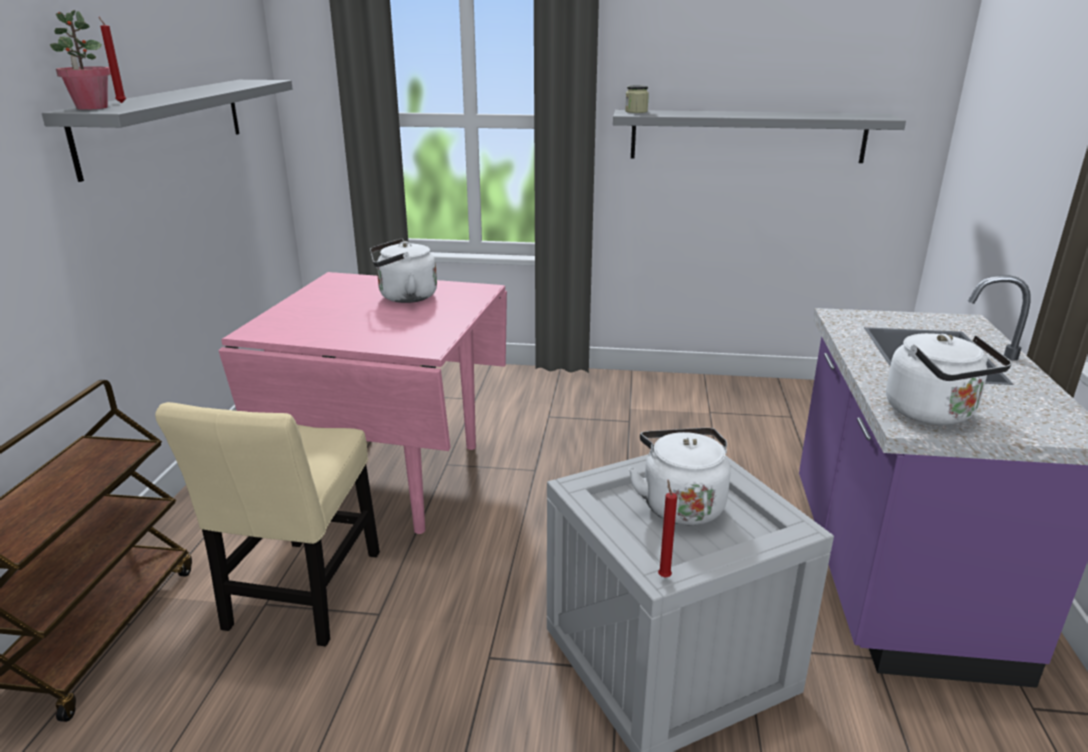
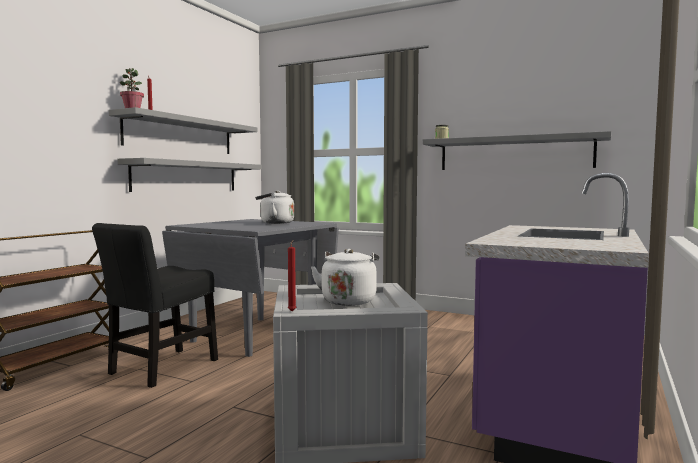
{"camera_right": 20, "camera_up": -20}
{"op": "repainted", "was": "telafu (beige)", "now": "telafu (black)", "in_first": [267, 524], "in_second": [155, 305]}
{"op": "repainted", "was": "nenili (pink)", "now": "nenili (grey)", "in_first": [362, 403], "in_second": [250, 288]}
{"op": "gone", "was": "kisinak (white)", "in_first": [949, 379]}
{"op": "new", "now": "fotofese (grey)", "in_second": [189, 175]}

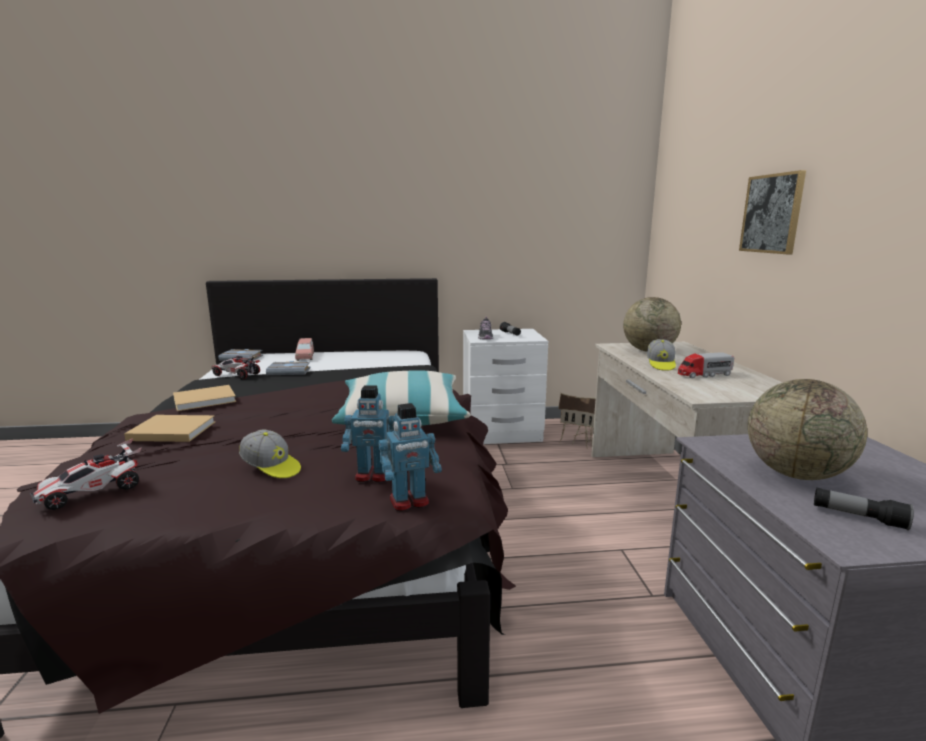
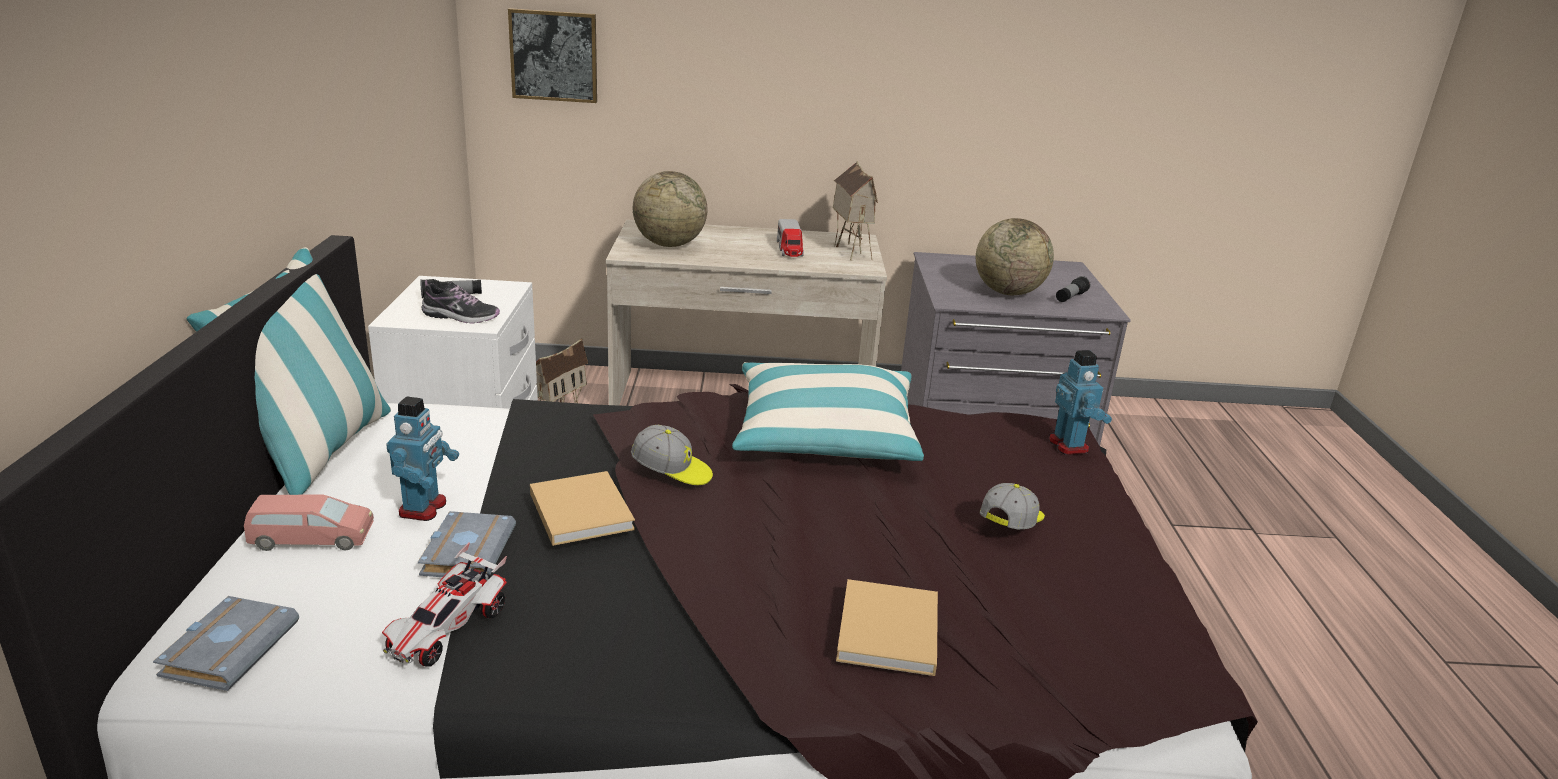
{"camera_right": -85, "camera_up": 10}
{"op": "gone", "was": "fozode", "in_first": [86, 474]}
{"op": "shifted", "was": "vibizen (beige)", "in_first": [204, 398], "in_second": [582, 508]}
{"op": "shifted", "was": "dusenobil", "in_first": [368, 434], "in_second": [422, 458]}
{"op": "shifted", "was": "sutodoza", "in_first": [661, 355], "in_second": [672, 455]}
{"op": "shifted", "was": "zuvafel", "in_first": [772, 212], "in_second": [552, 55]}
{"op": "new", "now": "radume", "in_second": [288, 371]}
{"op": "new", "now": "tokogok", "in_second": [855, 211]}

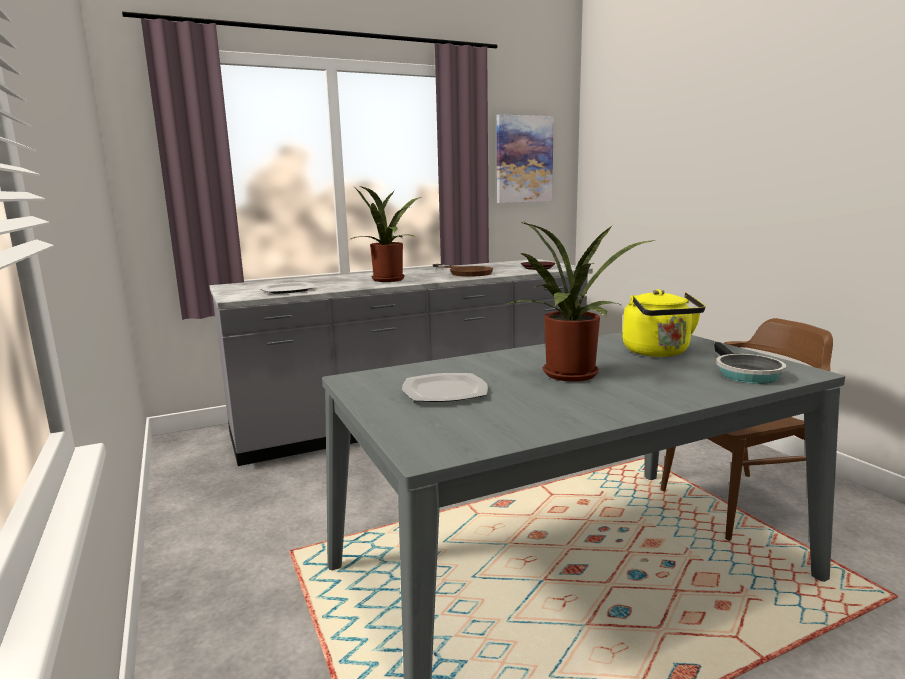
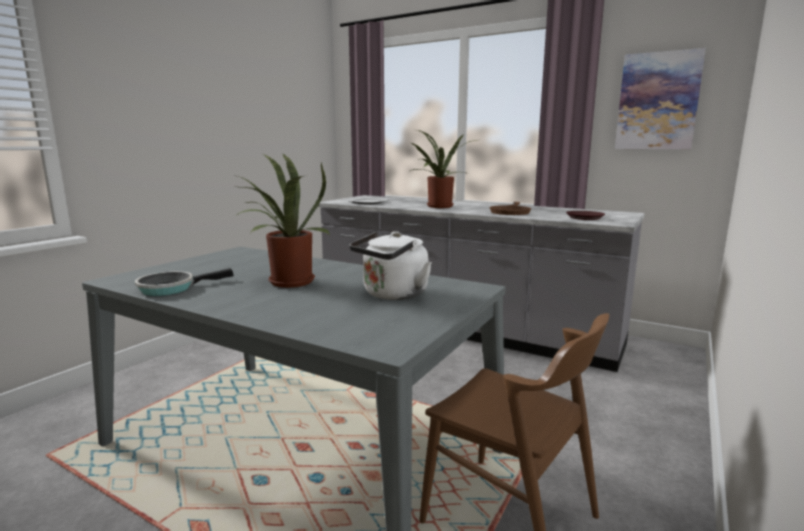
{"camera_right": 55, "camera_up": 0}
{"op": "gone", "was": "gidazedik", "in_first": [445, 387]}
{"op": "repainted", "was": "kisinak (yellow)", "now": "kisinak (white)", "in_first": [664, 323], "in_second": [390, 265]}
{"op": "shifted", "was": "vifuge", "in_first": [750, 363], "in_second": [184, 282]}

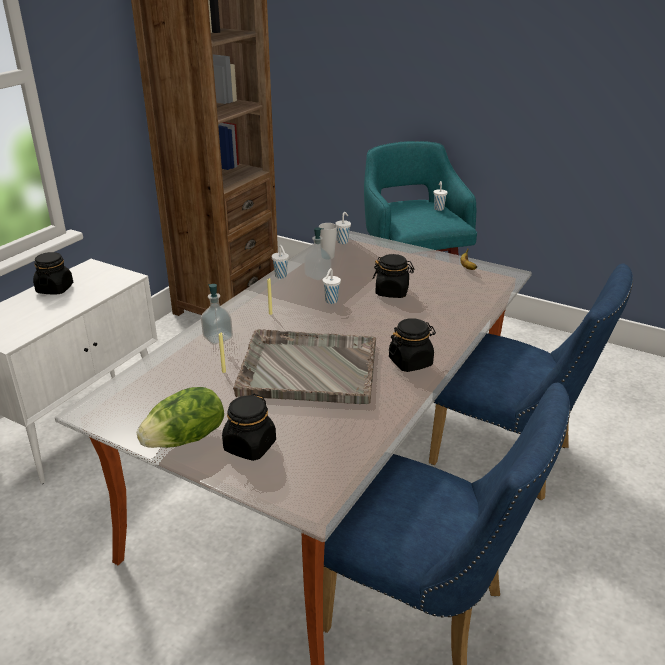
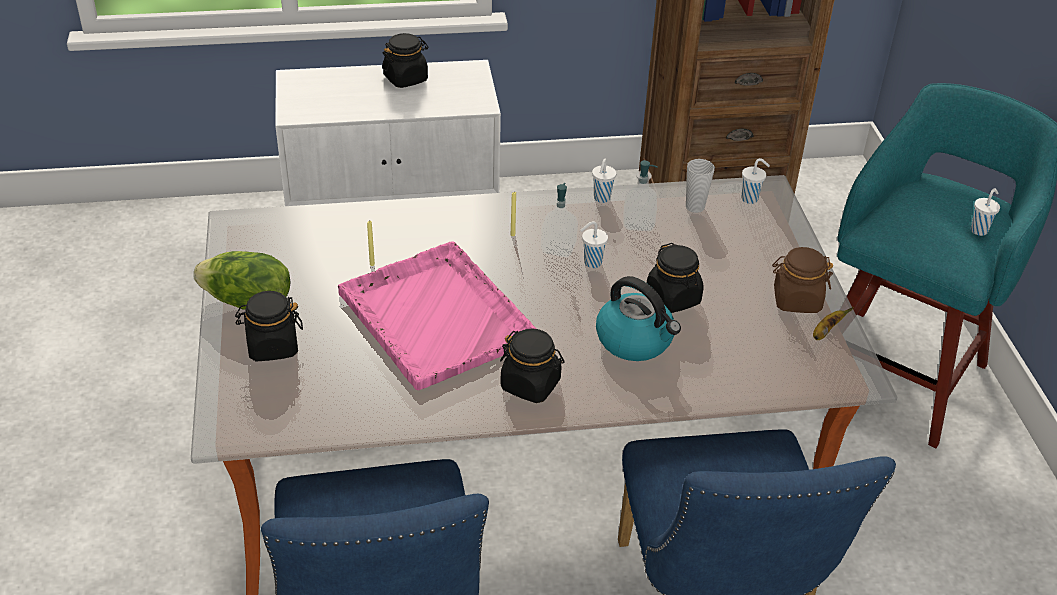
{"camera_right": 50, "camera_up": 10}
{"op": "shifted", "was": "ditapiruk", "in_first": [217, 314], "in_second": [559, 220]}
{"op": "repainted", "was": "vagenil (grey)", "now": "vagenil (pink)", "in_first": [304, 366], "in_second": [437, 315]}
{"op": "new", "now": "kisinak", "in_second": [638, 318]}
{"op": "new", "now": "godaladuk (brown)", "in_second": [802, 280]}

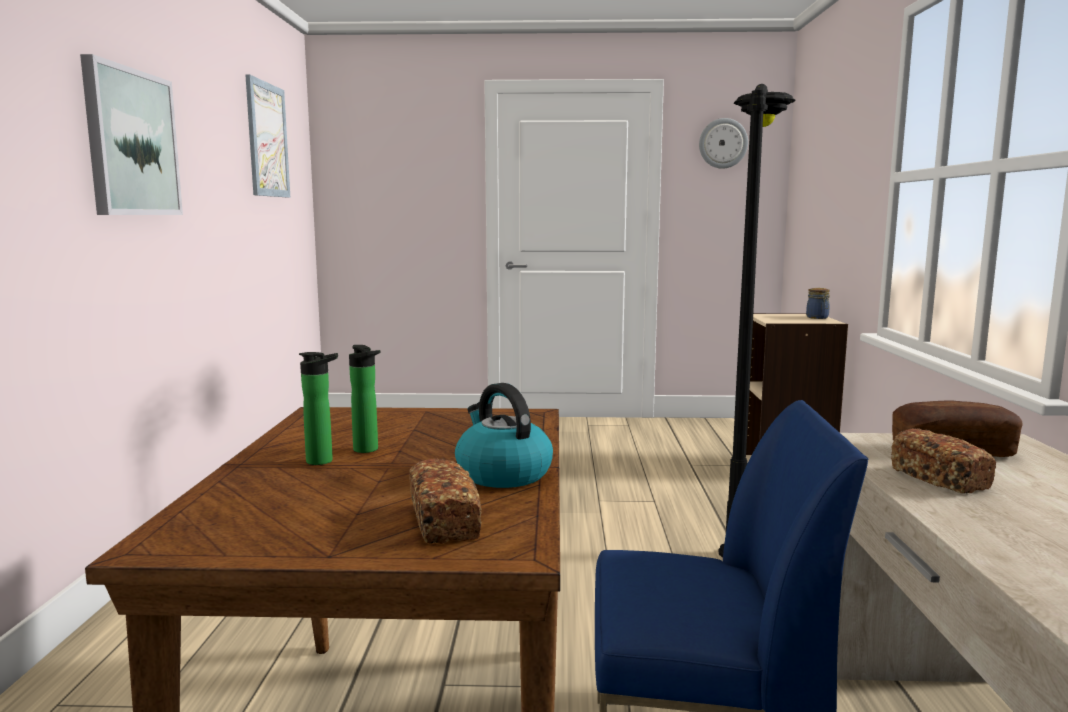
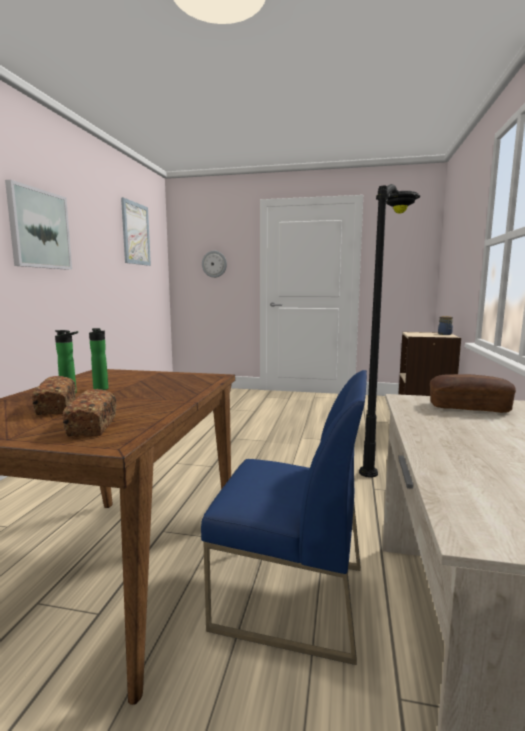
{"camera_right": 10, "camera_up": 0}
{"op": "gone", "was": "kisinak", "in_first": [504, 435]}
{"op": "shifted", "was": "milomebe", "in_first": [723, 143], "in_second": [214, 264]}
{"op": "shifted", "was": "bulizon", "in_first": [943, 460], "in_second": [54, 395]}

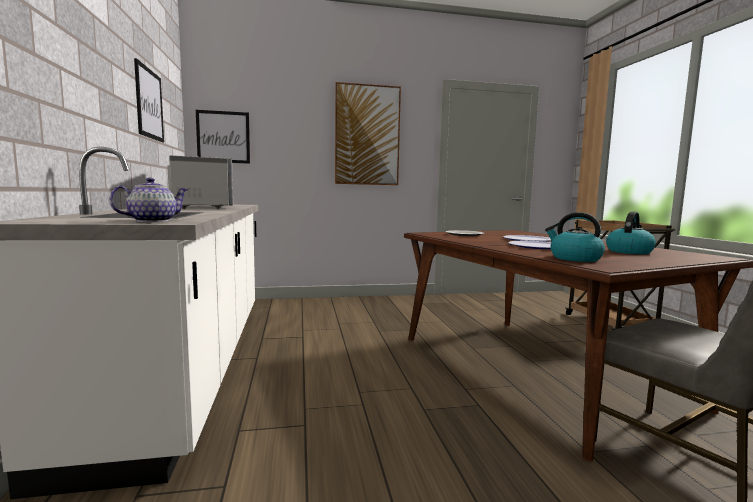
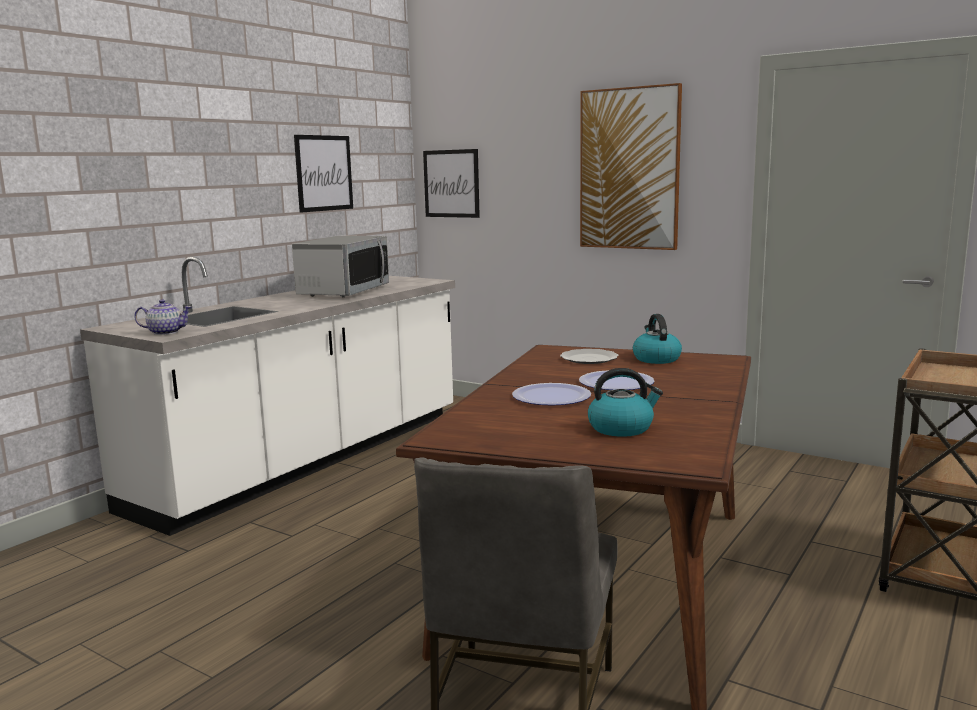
{"camera_right": 45, "camera_up": 5}
{"op": "shifted", "was": "kisinak", "in_first": [575, 237], "in_second": [657, 339]}

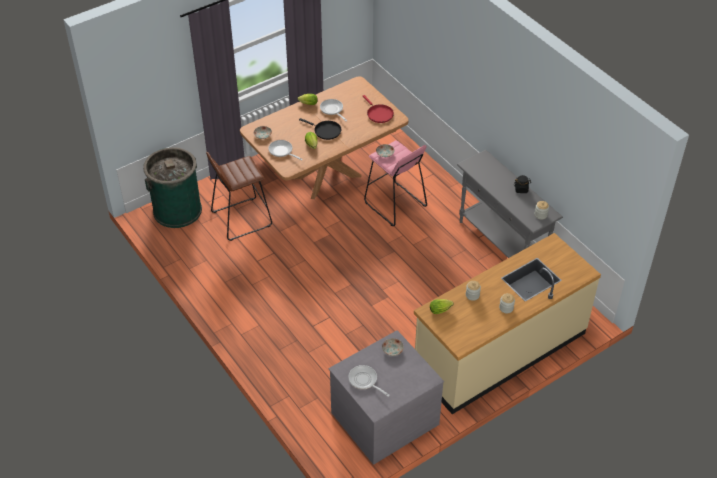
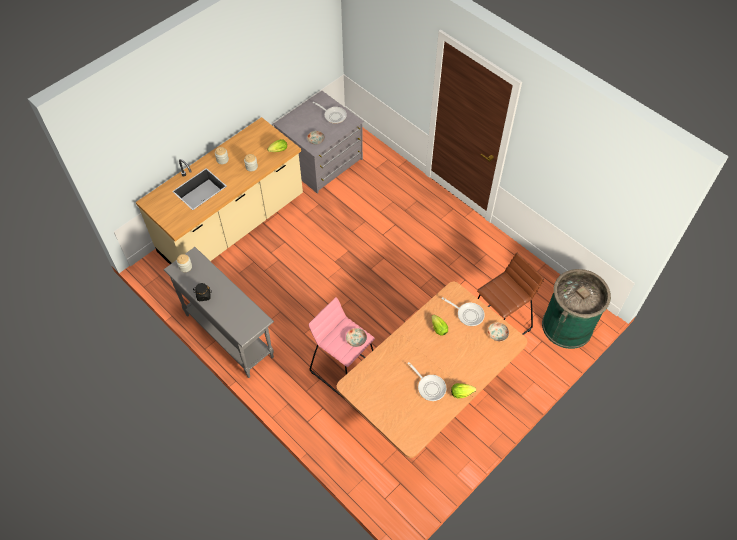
{"camera_right": 170, "camera_up": 10}
{"op": "gone", "was": "vifuge (black)", "in_first": [320, 129]}
{"op": "gone", "was": "vifuge (red)", "in_first": [378, 109]}

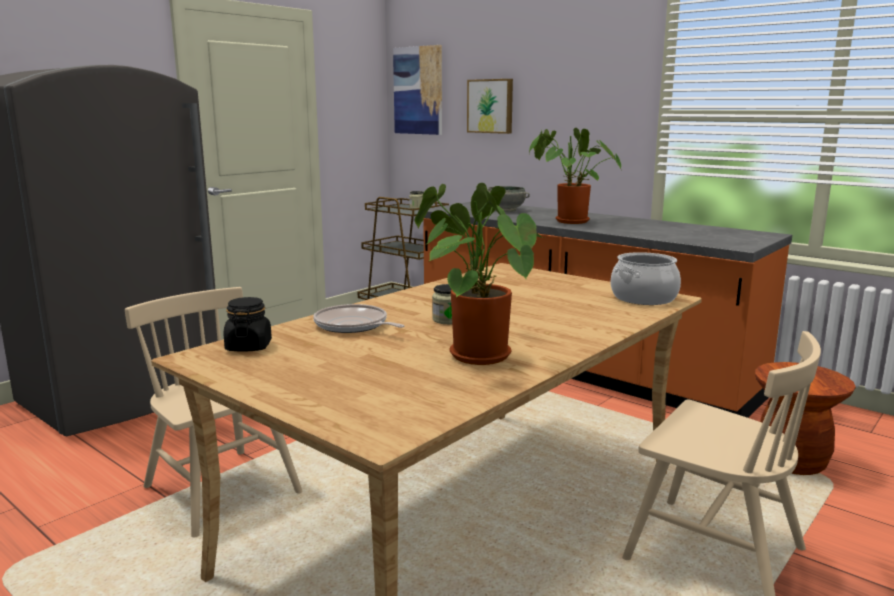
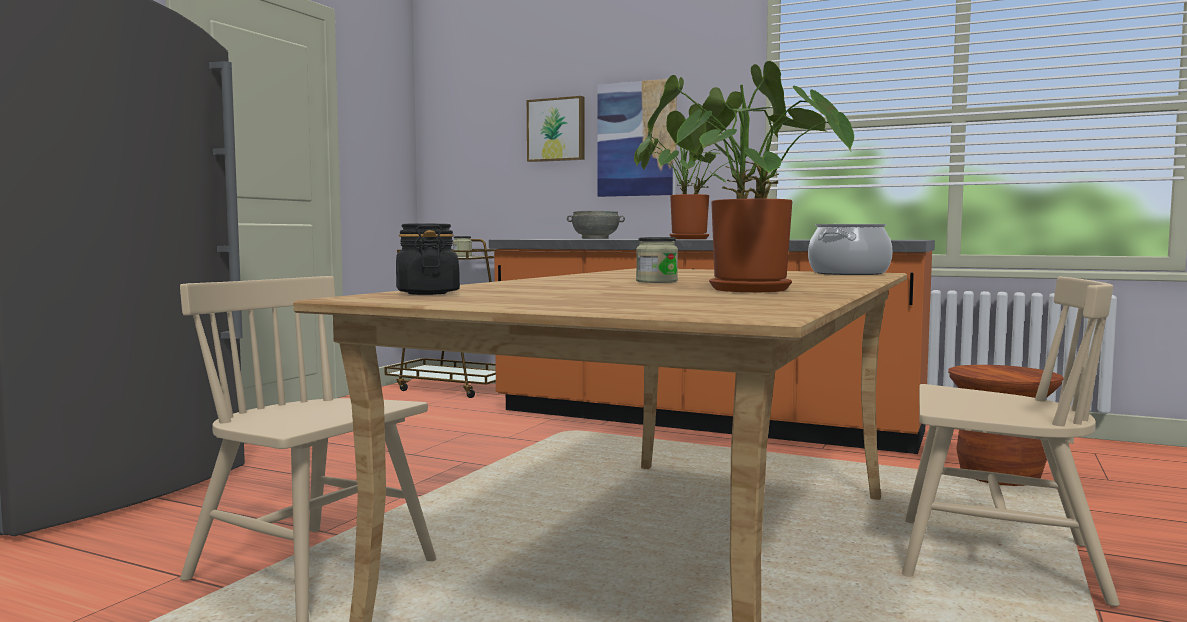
{"camera_right": -15, "camera_up": -10}
{"op": "gone", "was": "vifuge", "in_first": [358, 318]}
{"op": "shifted", "was": "zuvafel", "in_first": [417, 90], "in_second": [637, 138]}

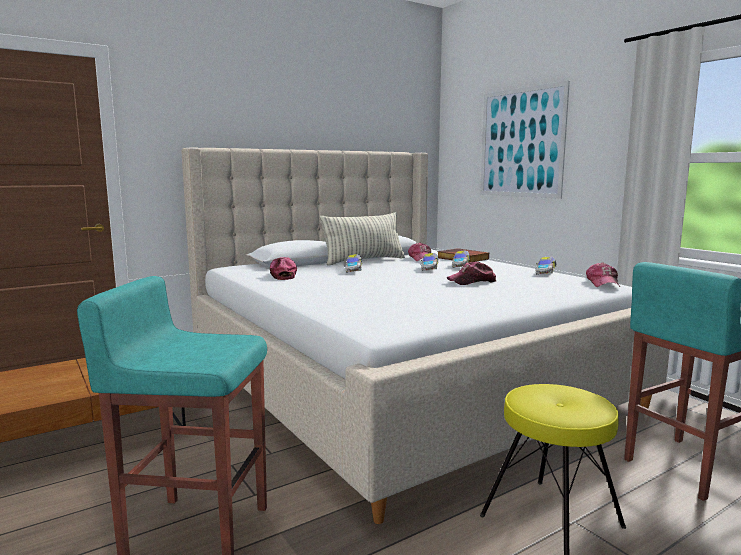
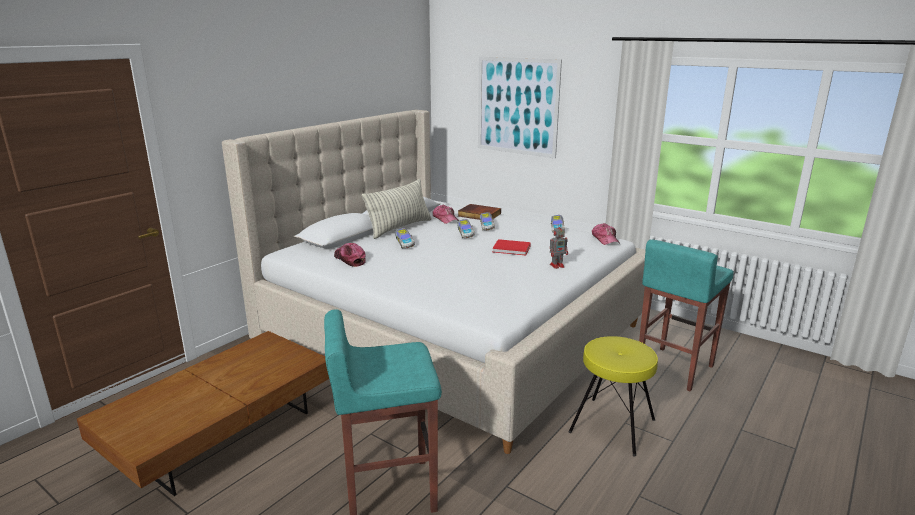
{"camera_right": -20, "camera_up": 10}
{"op": "swapped", "was": "sutodoza", "now": "vibizen (red)", "in_first": [471, 273], "in_second": [511, 247]}
{"op": "new", "now": "dusenobil", "in_second": [559, 246]}

